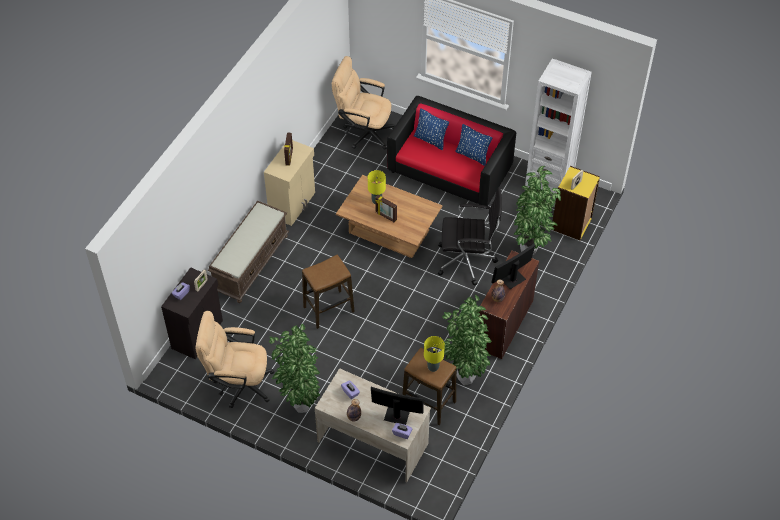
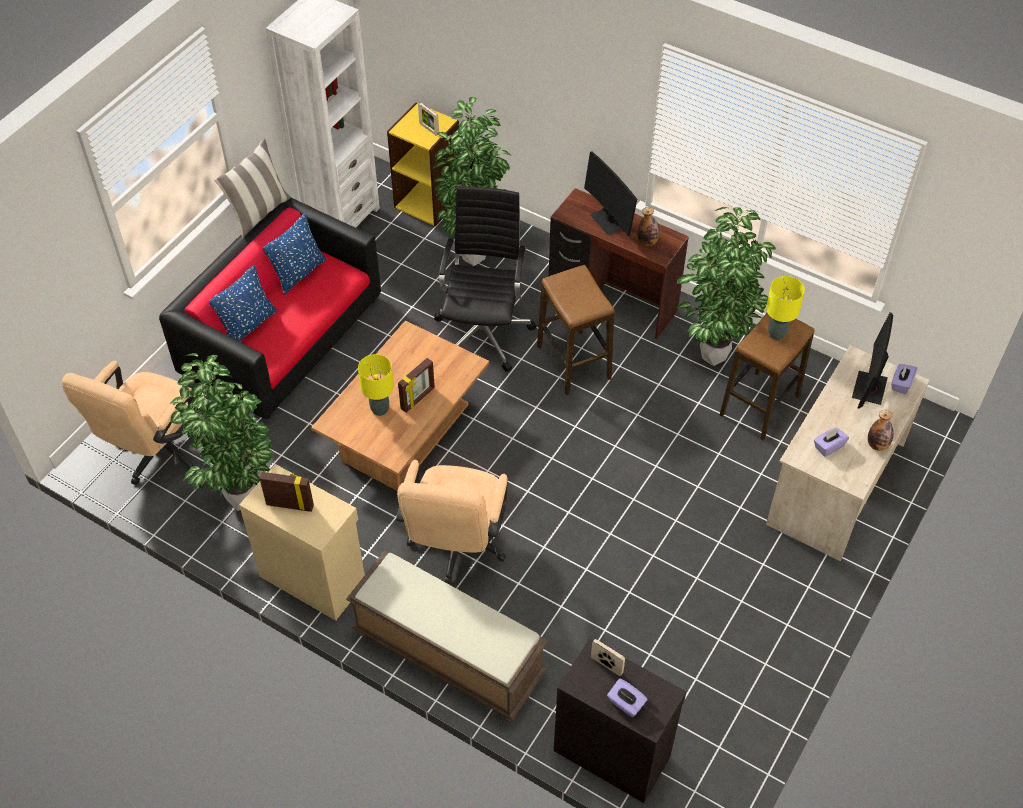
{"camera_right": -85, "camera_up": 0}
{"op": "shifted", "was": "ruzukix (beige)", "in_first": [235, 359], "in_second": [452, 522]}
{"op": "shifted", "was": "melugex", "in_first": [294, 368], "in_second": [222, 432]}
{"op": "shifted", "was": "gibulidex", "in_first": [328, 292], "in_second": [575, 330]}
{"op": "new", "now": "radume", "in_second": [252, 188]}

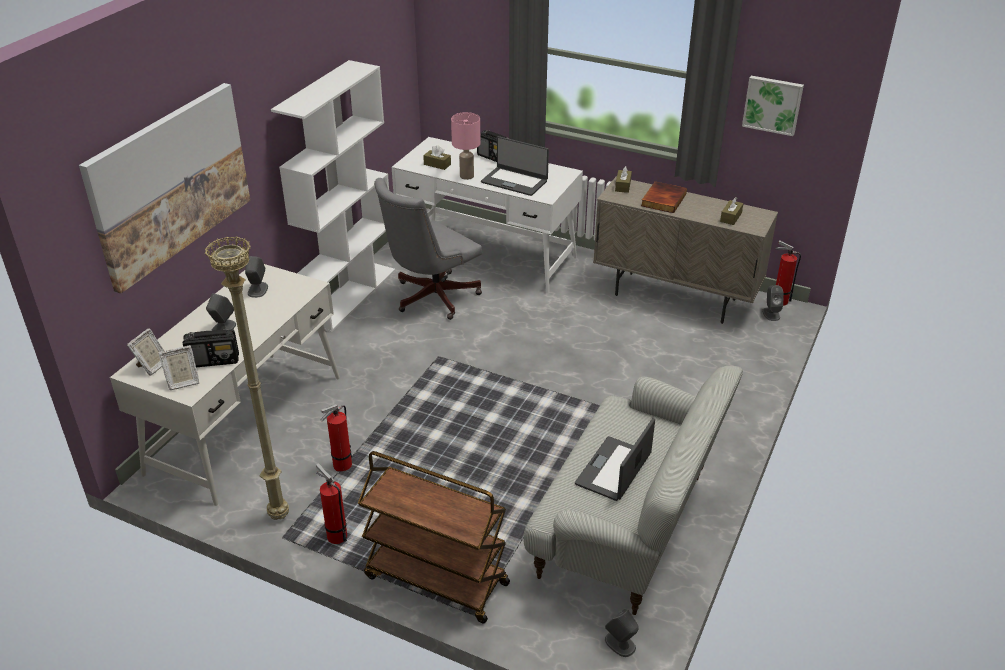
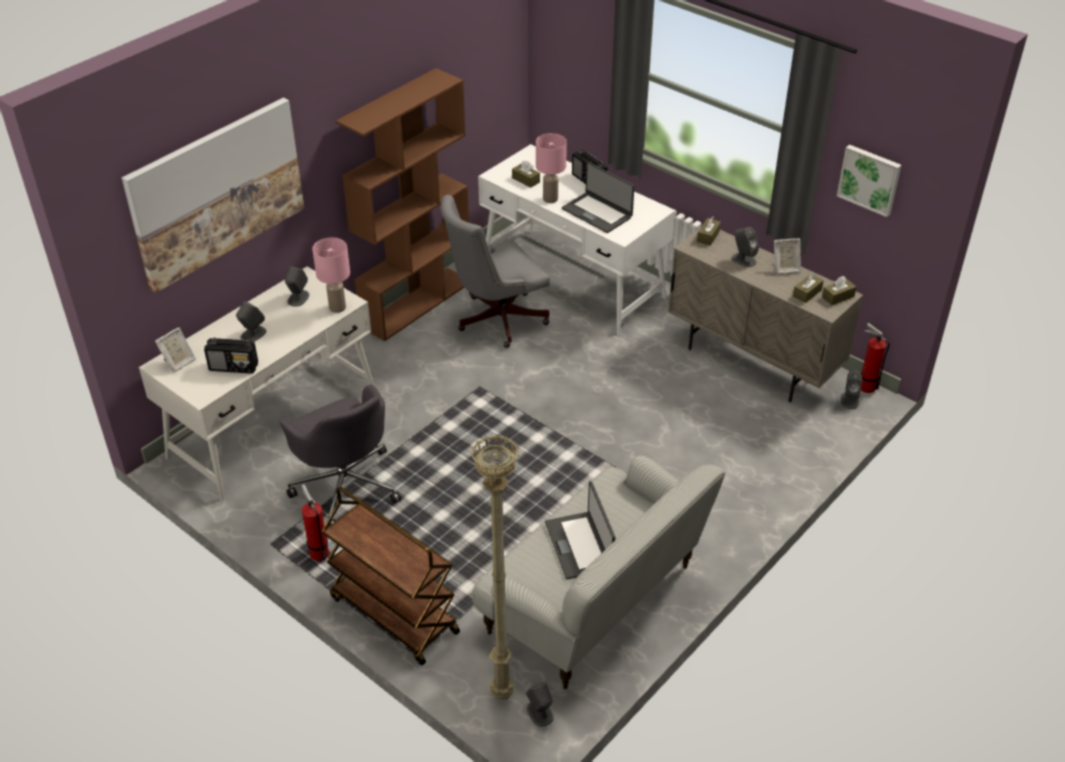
{"camera_right": 15, "camera_up": 5}
{"op": "shifted", "was": "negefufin", "in_first": [178, 367], "in_second": [787, 256]}
{"op": "shifted", "was": "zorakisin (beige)", "in_first": [247, 378], "in_second": [495, 567]}
{"op": "repainted", "was": "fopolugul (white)", "now": "fopolugul (brown)", "in_first": [333, 196], "in_second": [402, 204]}
{"op": "swapped", "was": "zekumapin", "now": "ruzukix (grey)", "in_first": [336, 437], "in_second": [340, 455]}
{"op": "rotated", "was": "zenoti", "in_first": [615, 459], "in_second": [580, 530], "clockwise": -60}
{"op": "swapped", "was": "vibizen", "now": "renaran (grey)", "in_first": [664, 197], "in_second": [745, 247]}
{"op": "new", "now": "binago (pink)", "in_second": [331, 275]}
{"op": "new", "now": "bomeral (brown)", "in_second": [839, 290]}

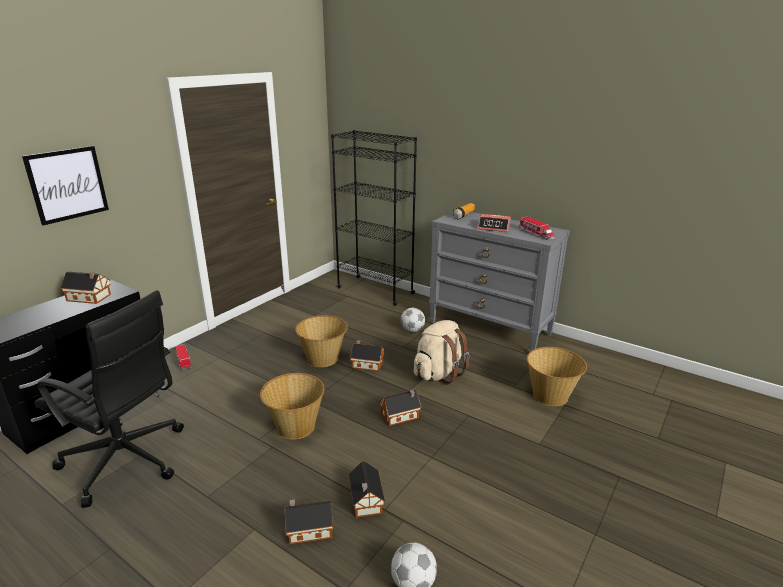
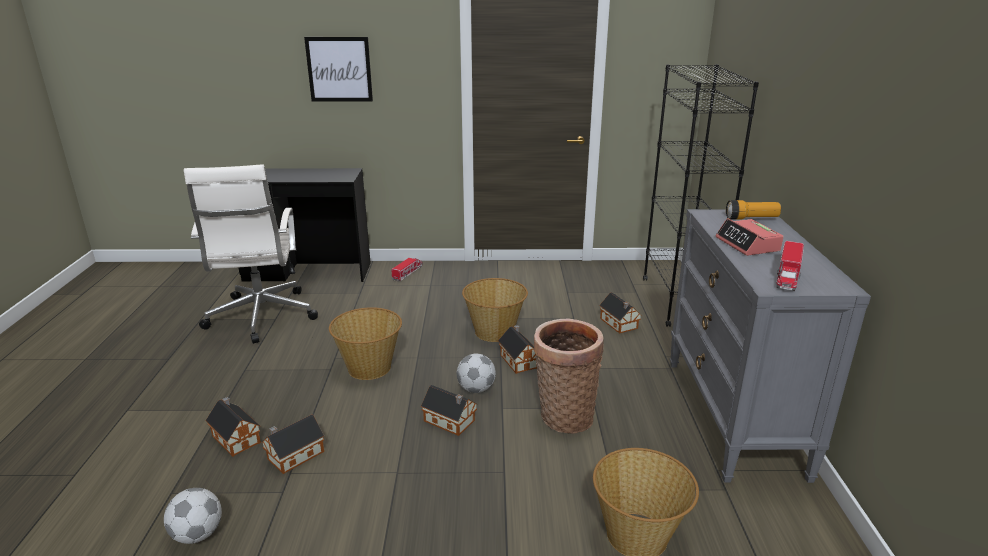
{"camera_right": 55, "camera_up": 0}
{"op": "repainted", "was": "ruzukix (black)", "now": "ruzukix (white)", "in_first": [109, 399], "in_second": [251, 254]}
{"op": "shifted", "was": "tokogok", "in_first": [86, 288], "in_second": [620, 313]}
{"op": "shifted", "was": "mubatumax", "in_first": [413, 320], "in_second": [476, 373]}
{"op": "swapped", "was": "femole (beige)", "now": "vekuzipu", "in_first": [442, 352], "in_second": [568, 376]}

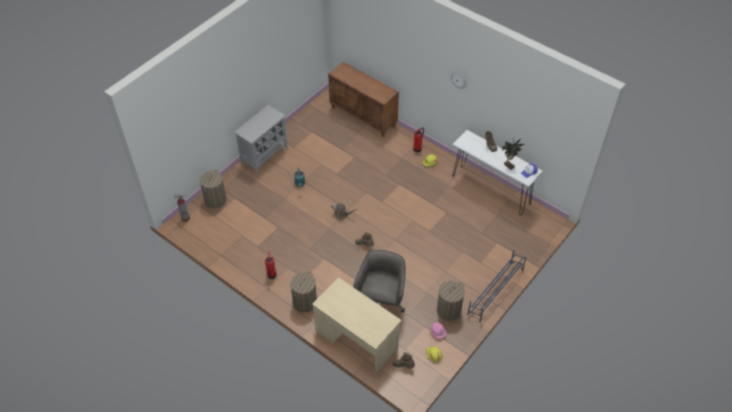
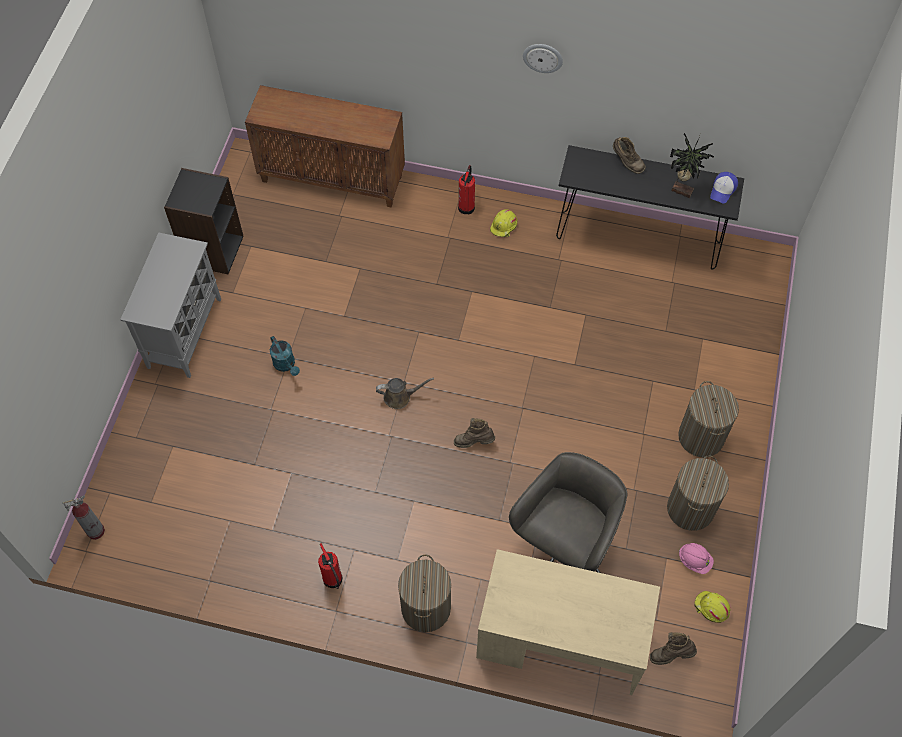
{"camera_right": -25, "camera_up": 10}
{"op": "shifted", "was": "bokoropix", "in_first": [213, 189], "in_second": [708, 419]}
{"op": "rotated", "was": "ruzukix (grey)", "in_first": [379, 281], "in_second": [568, 512], "clockwise": 45}
{"op": "repainted", "was": "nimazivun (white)", "now": "nimazivun (black)", "in_first": [498, 172], "in_second": [650, 207]}
{"op": "gone", "was": "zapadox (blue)", "in_first": [496, 286]}
{"op": "new", "now": "fopolugul (black)", "in_second": [204, 221]}

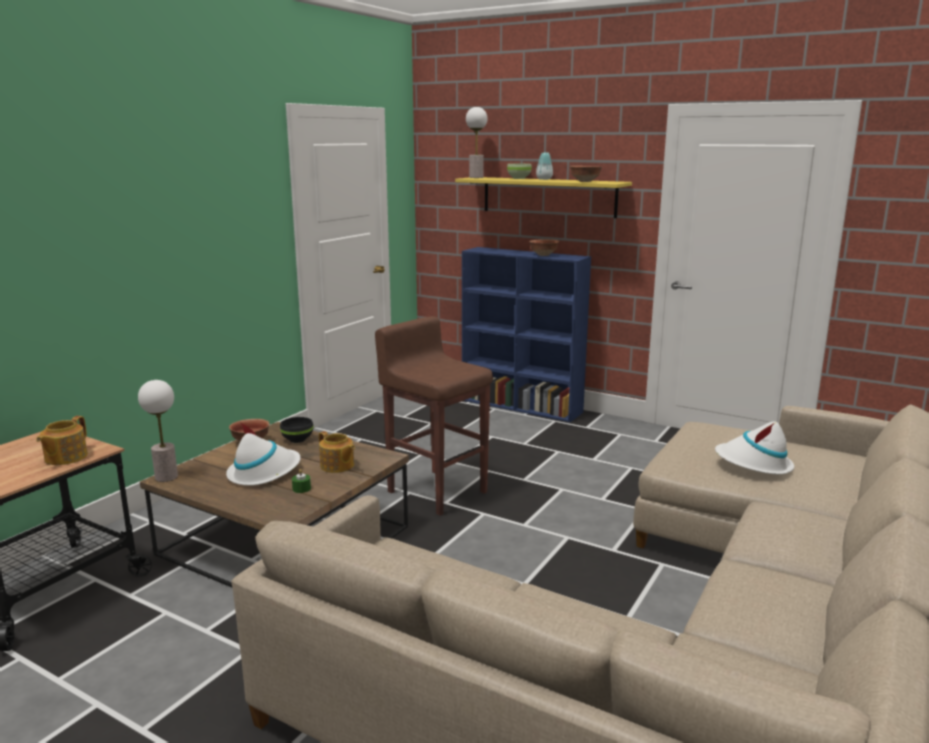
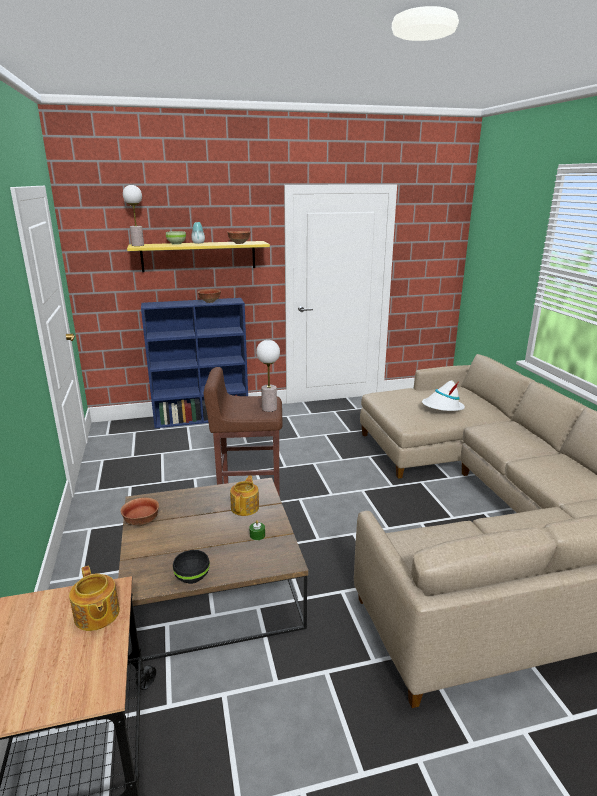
{"camera_right": -45, "camera_up": 5}
{"op": "shifted", "was": "binago", "in_first": [158, 431], "in_second": [268, 376]}
{"op": "gone", "was": "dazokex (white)", "in_first": [263, 454]}
{"op": "shifted", "was": "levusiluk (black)", "in_first": [296, 430], "in_second": [191, 567]}
{"op": "rotated", "was": "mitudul", "in_first": [337, 452], "in_second": [244, 496], "clockwise": -75}

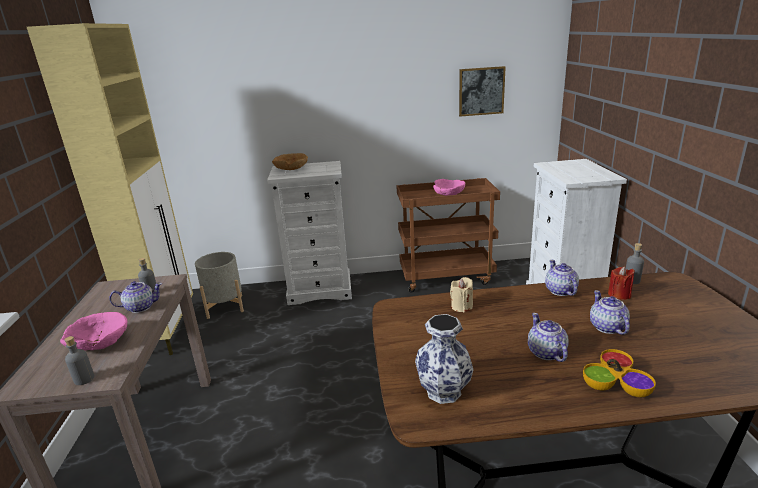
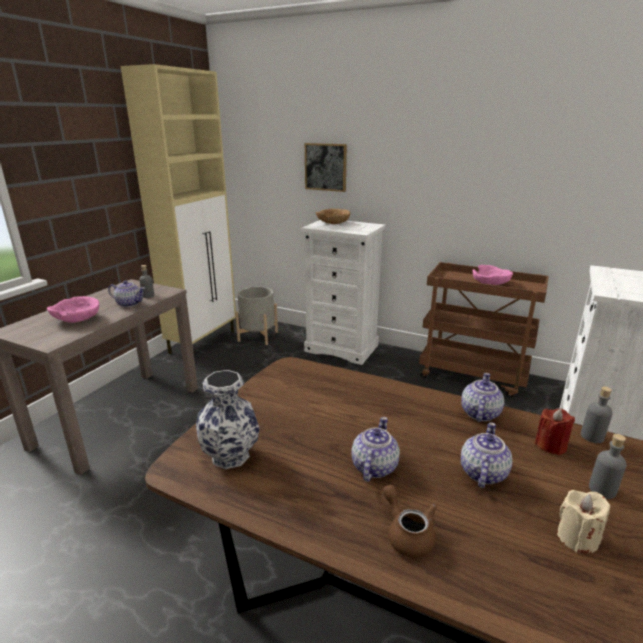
{"camera_right": 30, "camera_up": 0}
{"op": "shifted", "was": "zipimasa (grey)", "in_first": [79, 360], "in_second": [607, 466]}
{"op": "shifted", "was": "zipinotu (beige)", "in_first": [461, 295], "in_second": [583, 521]}
{"op": "shifted", "was": "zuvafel", "in_first": [482, 91], "in_second": [326, 167]}
{"op": "swapped", "was": "levusiluk", "now": "mitudul (brown)", "in_first": [619, 373], "in_second": [410, 521]}

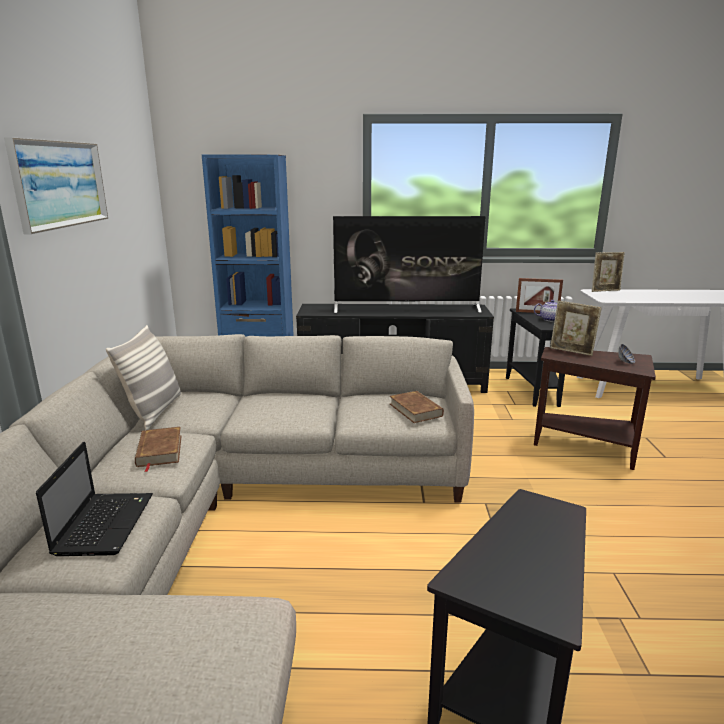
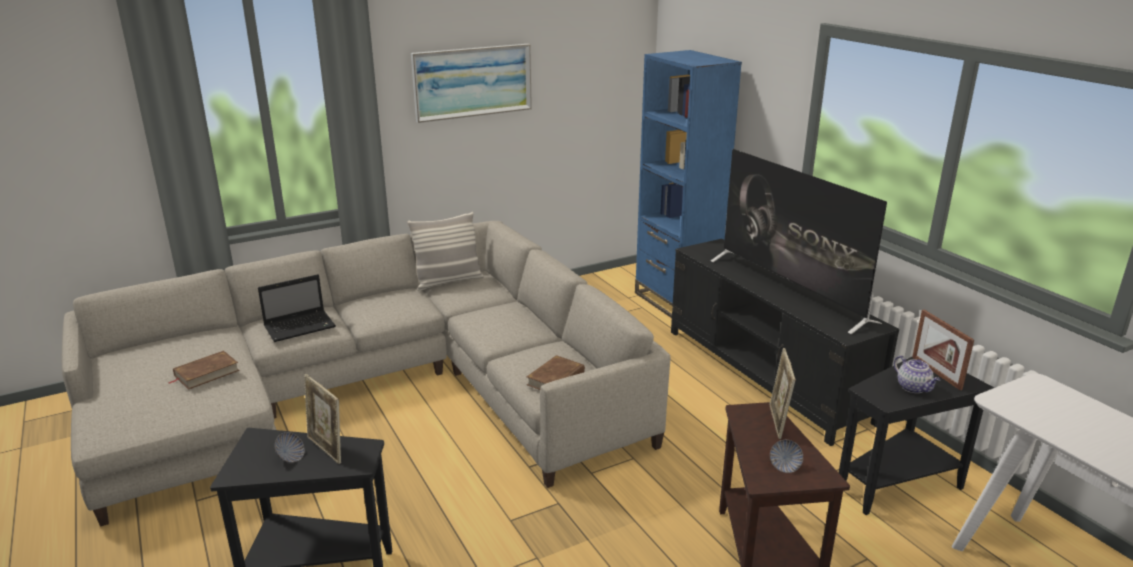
{"camera_right": 60, "camera_up": 5}
{"op": "shifted", "was": "vibizen (brown)", "in_first": [158, 449], "in_second": [204, 370]}
{"op": "shifted", "was": "negefufin", "in_first": [608, 272], "in_second": [322, 419]}
{"op": "new", "now": "levusiluk", "in_second": [290, 447]}

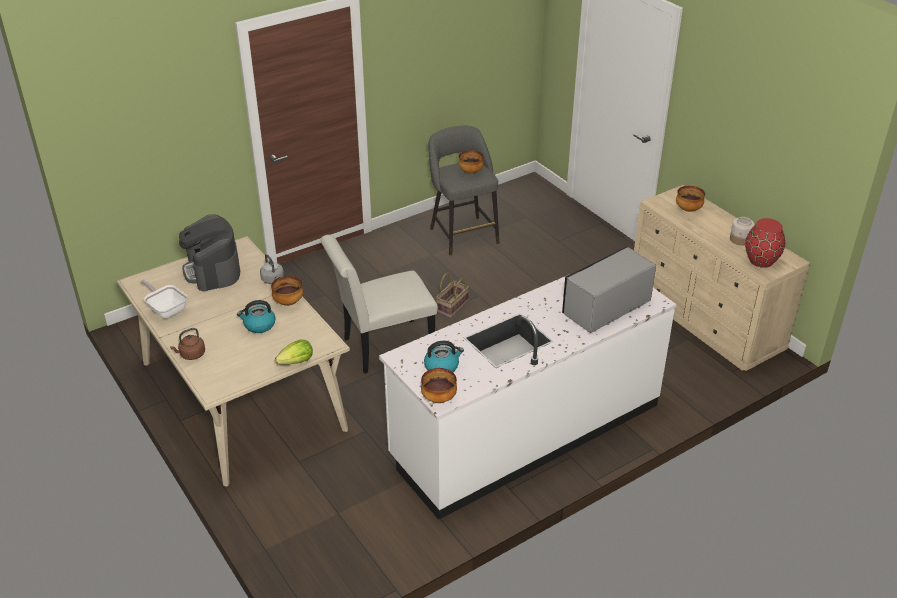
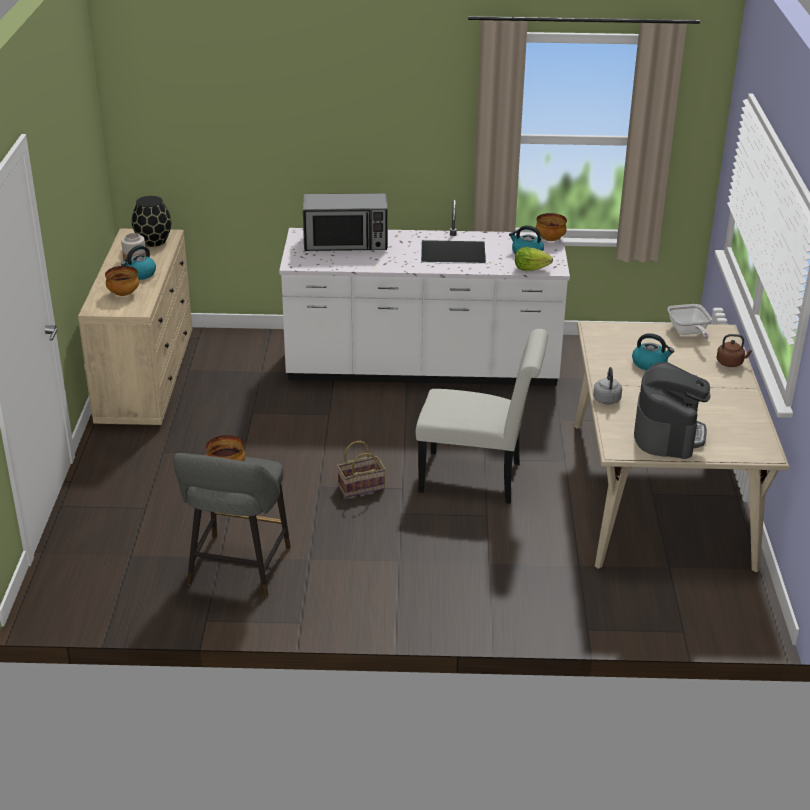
{"camera_right": -145, "camera_up": -5}
{"op": "shifted", "was": "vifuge", "in_first": [164, 299], "in_second": [689, 321]}
{"op": "gone", "was": "levusiluk", "in_first": [287, 291]}
{"op": "shifted", "was": "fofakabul", "in_first": [294, 352], "in_second": [534, 259]}
{"op": "repainted", "was": "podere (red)", "now": "podere (black)", "in_first": [765, 243], "in_second": [151, 221]}
{"op": "new", "now": "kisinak", "in_second": [138, 262]}

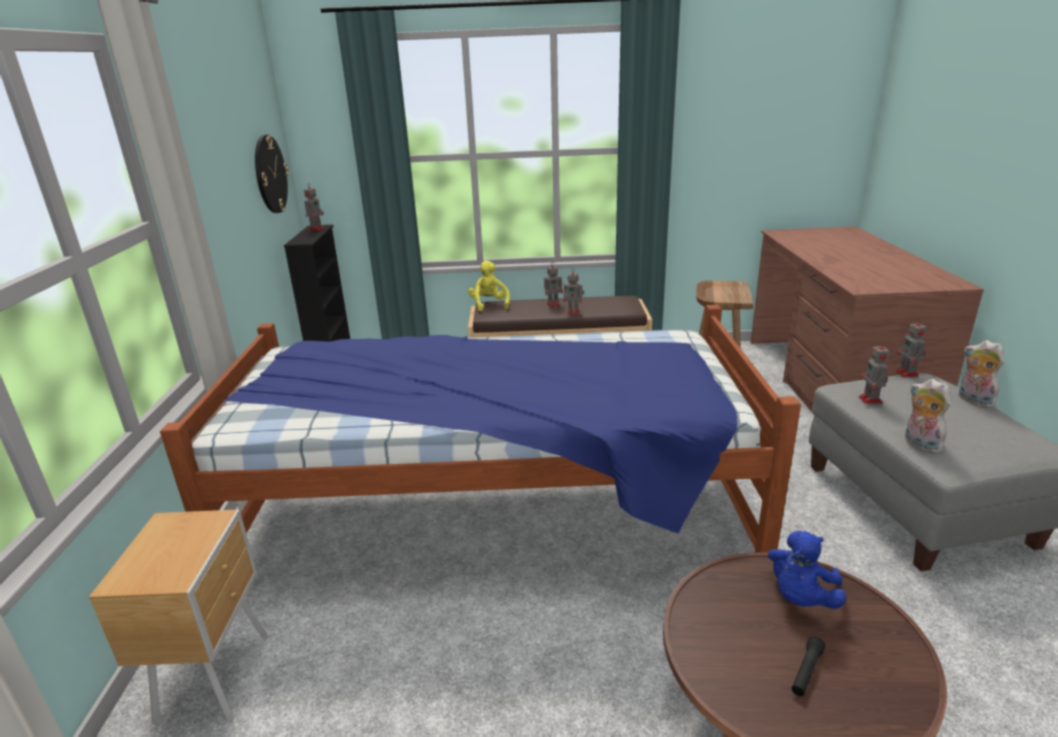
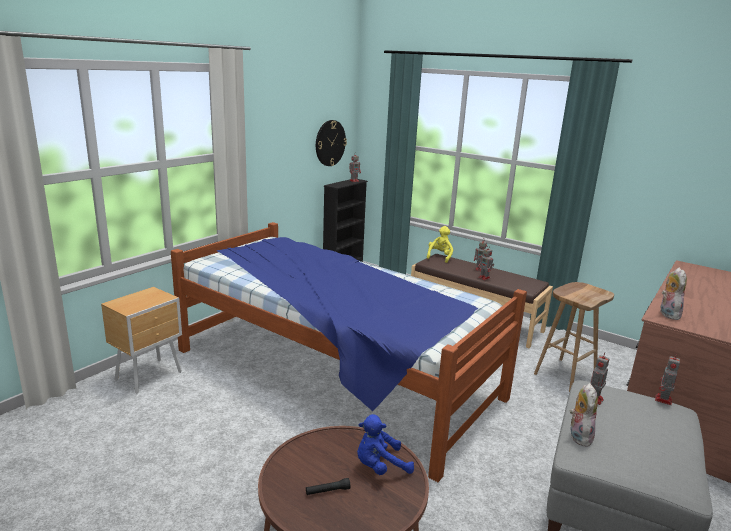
{"camera_right": 35, "camera_up": -5}
{"op": "shifted", "was": "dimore", "in_first": [982, 374], "in_second": [673, 294]}

